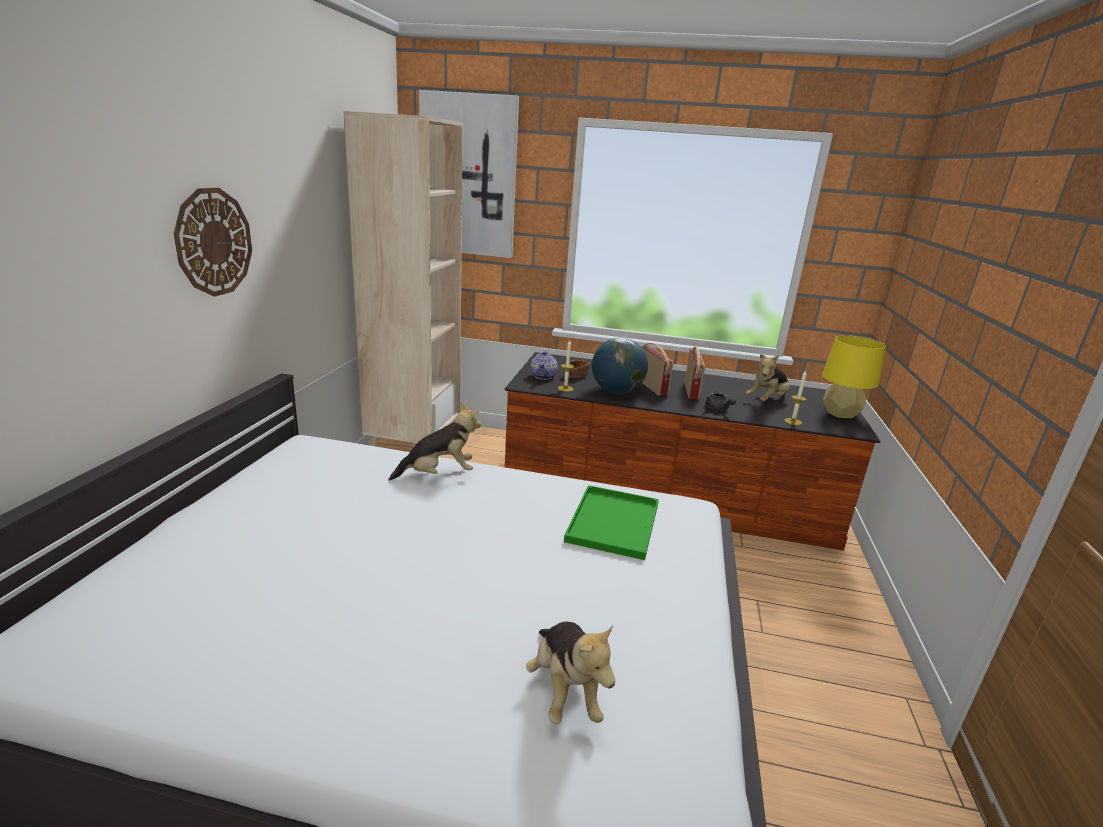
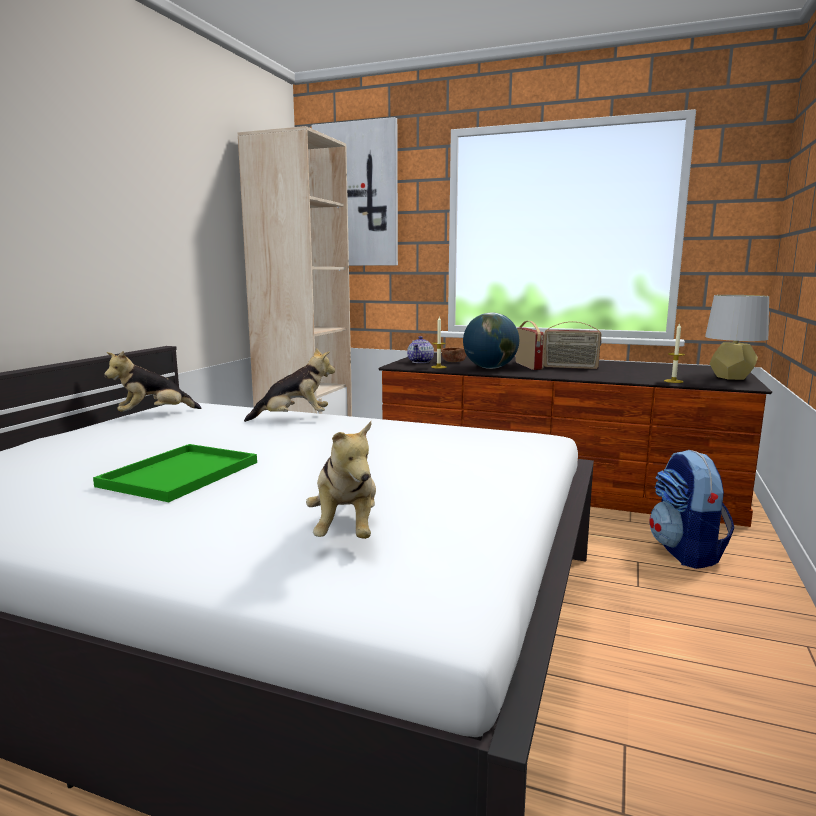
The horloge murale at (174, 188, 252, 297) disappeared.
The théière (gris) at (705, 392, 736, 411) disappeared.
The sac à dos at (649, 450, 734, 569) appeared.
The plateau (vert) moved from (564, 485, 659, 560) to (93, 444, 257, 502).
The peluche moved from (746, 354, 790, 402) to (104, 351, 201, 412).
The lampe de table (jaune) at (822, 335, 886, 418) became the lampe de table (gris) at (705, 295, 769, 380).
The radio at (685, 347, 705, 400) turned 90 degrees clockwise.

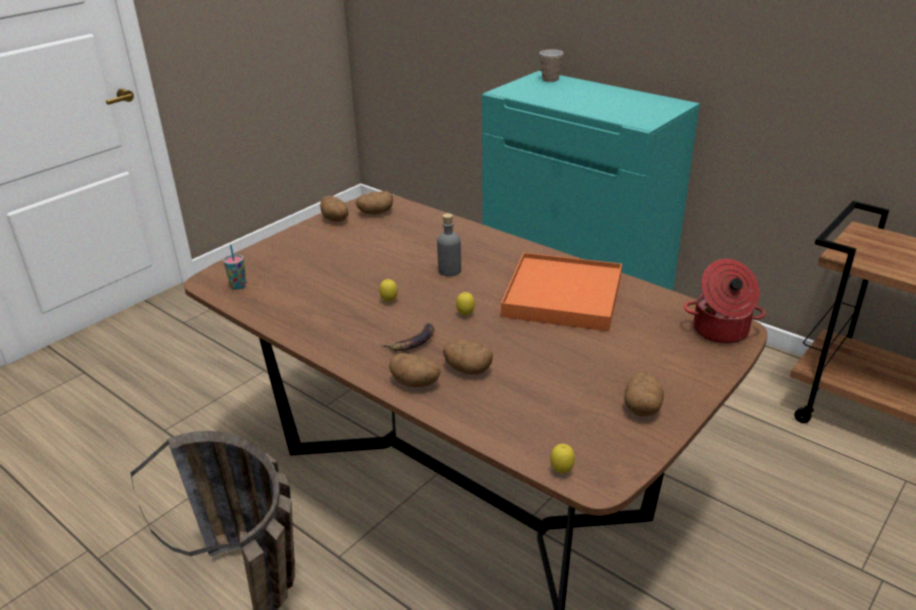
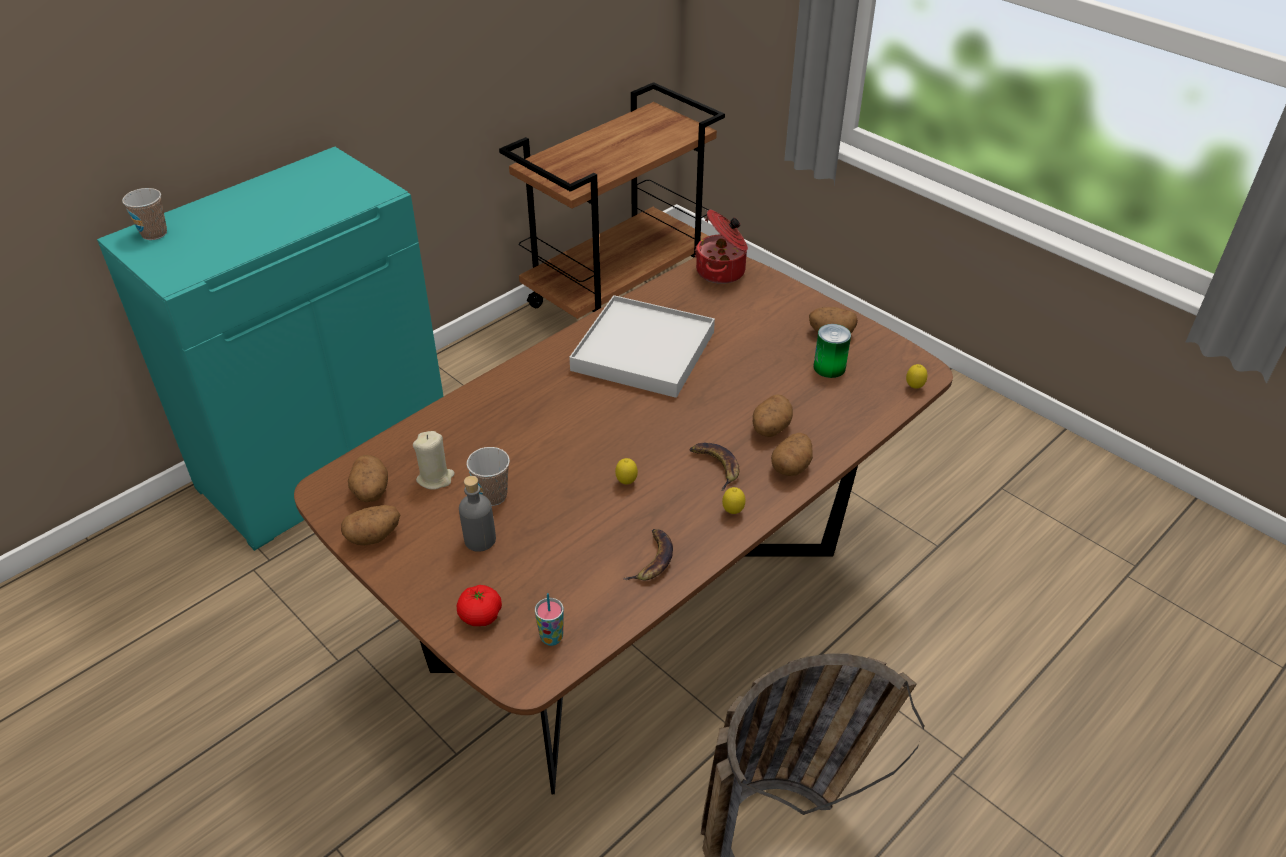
The bougie (beige) at (413, 431, 455, 490) appeared.
The tomate at (457, 585, 502, 626) appeared.
The tasse at (467, 447, 510, 506) appeared.
The banane at (623, 529, 673, 580) appeared.
The boîte métallique at (813, 324, 851, 378) appeared.
The bouteille (gris) moved from (437, 213, 461, 277) to (459, 476, 496, 552).
The citron moved from (456, 292, 475, 316) to (722, 487, 745, 514).
The plateau (orange) at (501, 253, 622, 331) became the plateau (blanc) at (569, 295, 715, 398).

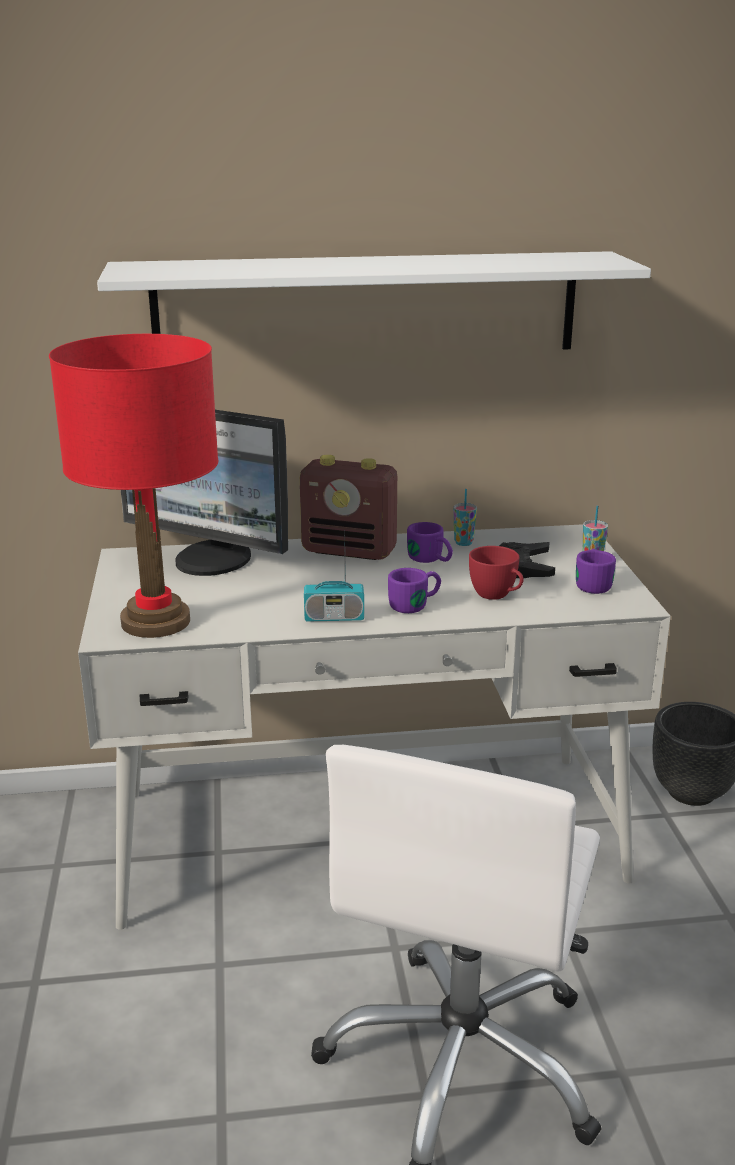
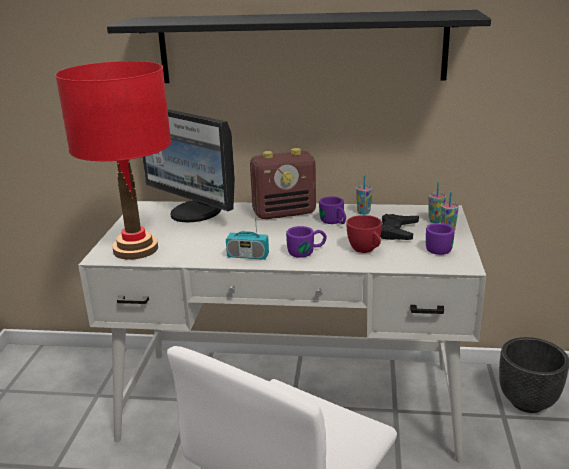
The tasse at (429, 182, 446, 223) appeared.
The étagère (blanc) at (97, 251, 651, 350) became the étagère (noir) at (107, 10, 491, 83).
The radio at (300, 455, 397, 560) turned 45 degrees counterclockwise.

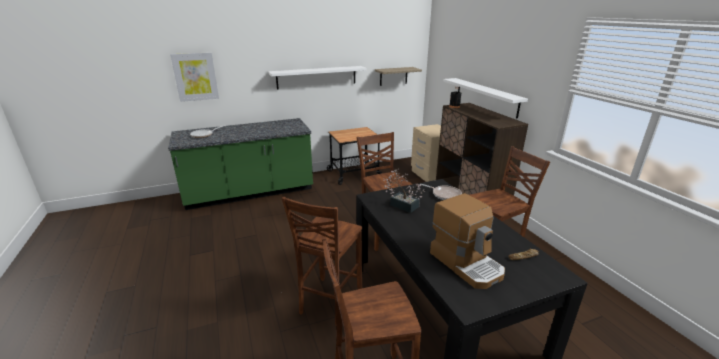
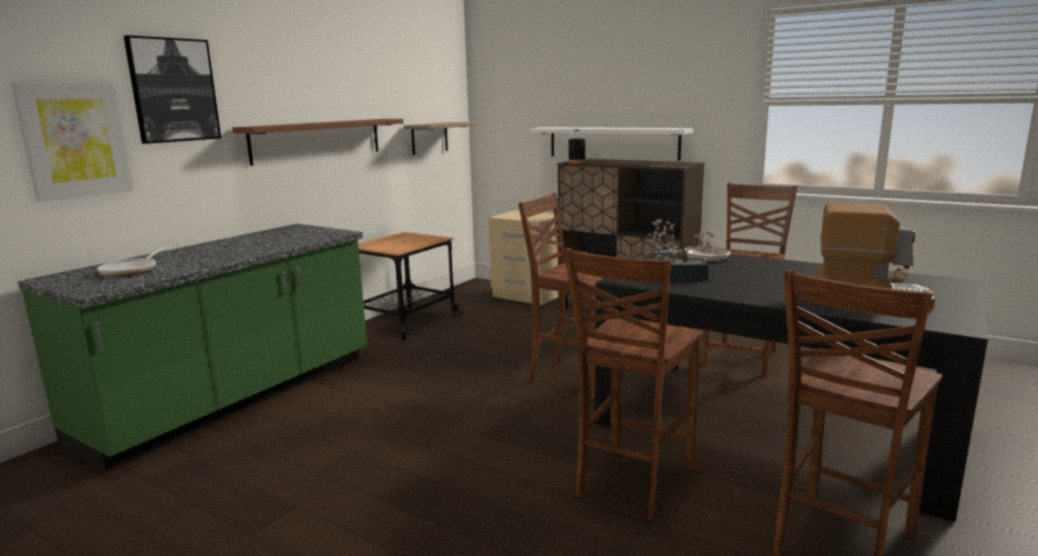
The tableau at (124, 35, 221, 144) appeared.
The étagère (blanc) at (268, 66, 366, 89) became the étagère (marron) at (232, 119, 403, 166).
The chaise (marron) at (282, 197, 362, 326) turned 45 degrees clockwise.

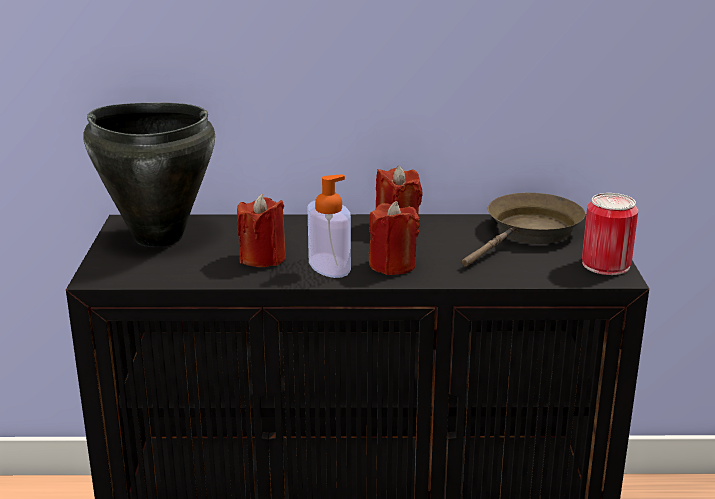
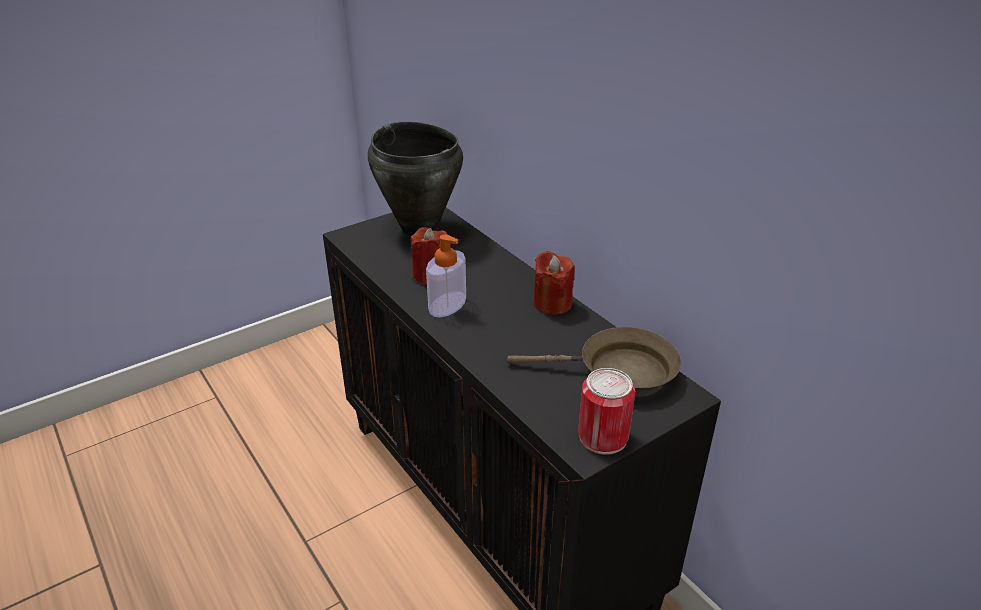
The bougie (rouge) at (369, 201, 420, 275) disappeared.

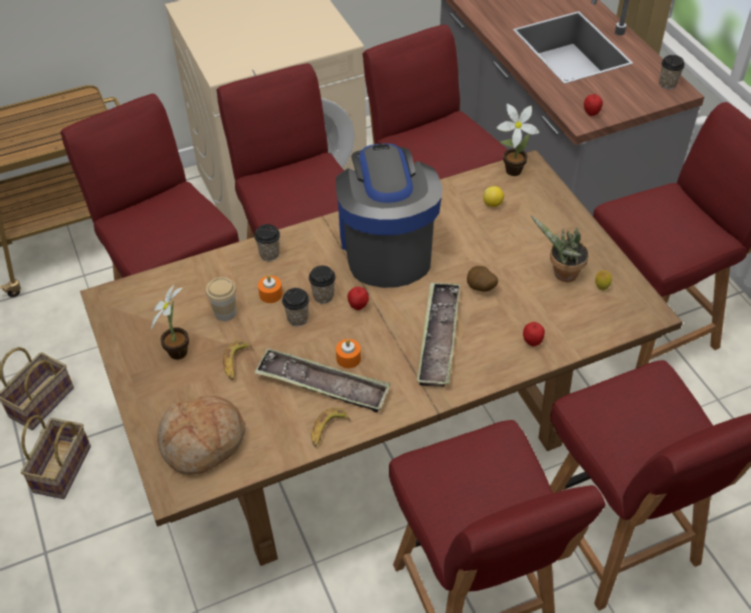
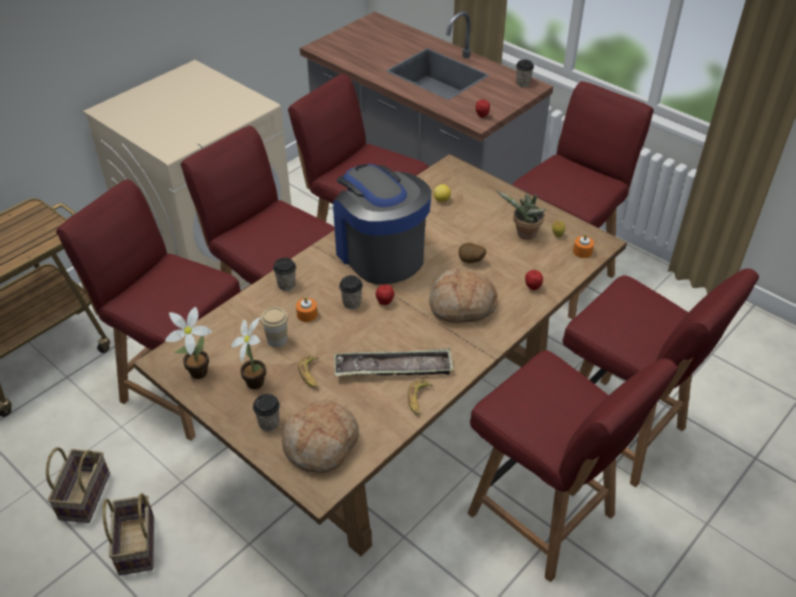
The tasse moved from (282, 288, 310, 326) to (253, 394, 280, 431).
The bougie (orange) moved from (336, 339, 361, 368) to (573, 234, 594, 258).
The plante en pot moved from (496, 104, 539, 176) to (165, 307, 212, 379).
The plateau at (417, 282, 460, 387) was replaced by the pain at (429, 268, 498, 323).

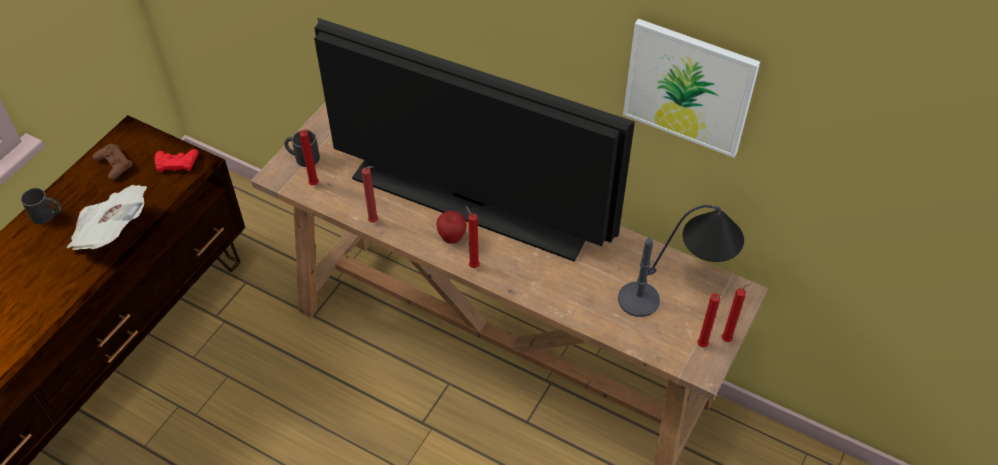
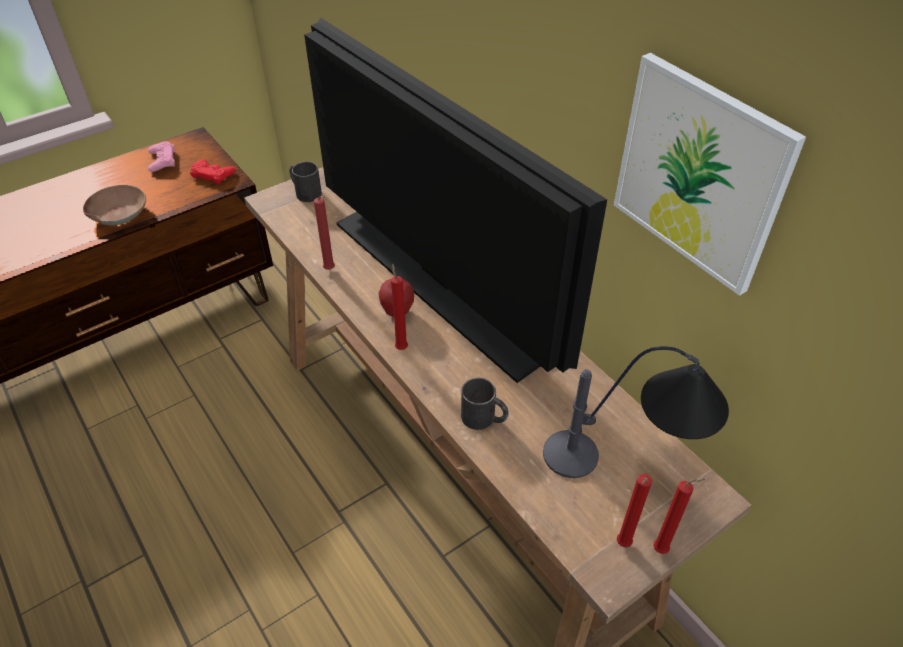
The bougie (rouge) at (299, 129, 319, 186) disappeared.
The mug (noir) moved from (21, 188, 61, 224) to (461, 378, 508, 430).
The journal at (67, 185, 147, 250) was replaced by the bol (marron) at (83, 185, 146, 225).
The manette (marron) at (93, 144, 133, 180) became the manette (rose) at (148, 141, 175, 172).

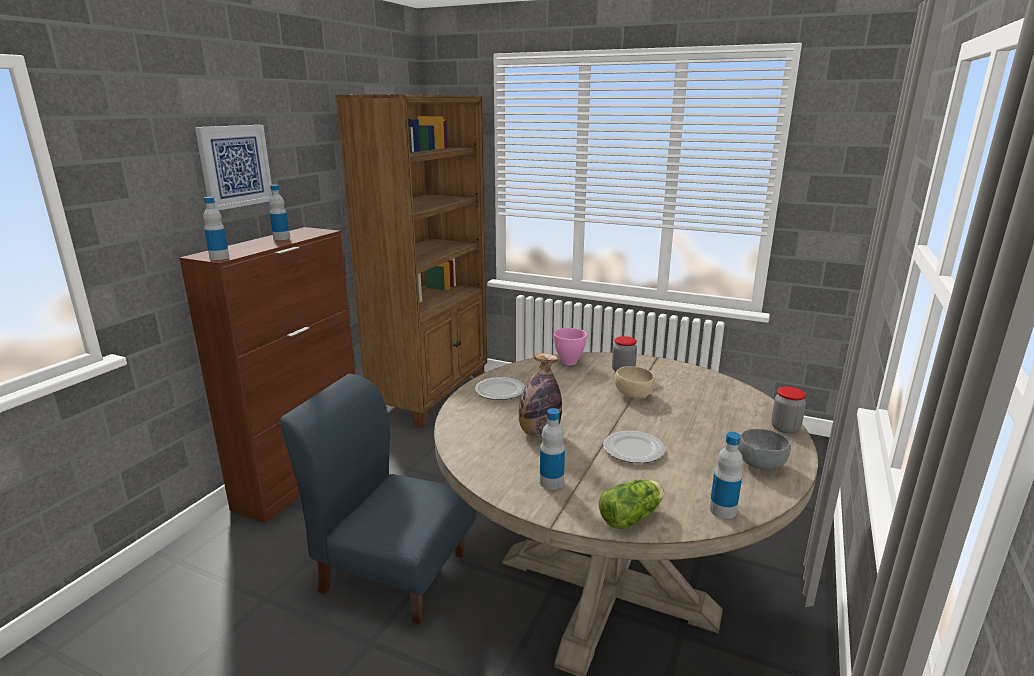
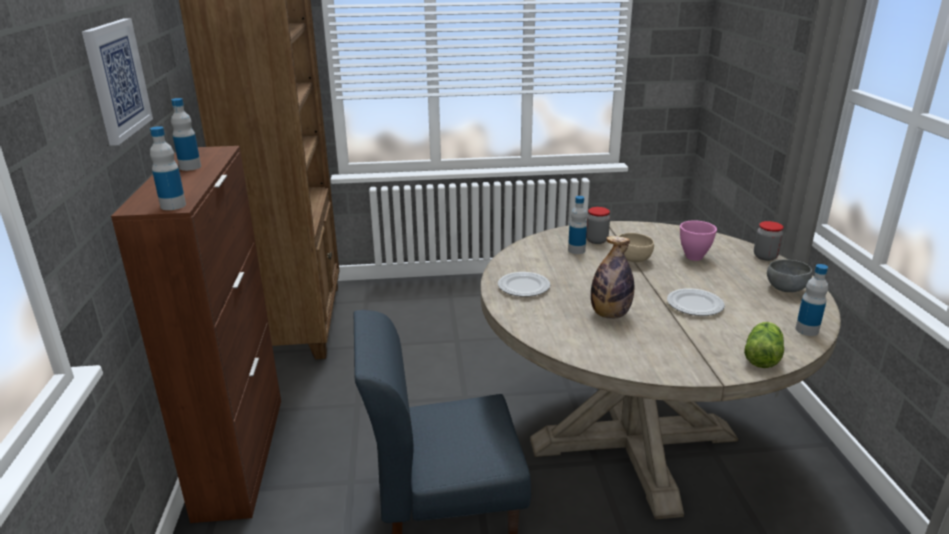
The bouteille moved from (540, 408, 565, 490) to (568, 196, 587, 254).
The bol (rose) moved from (553, 328, 587, 365) to (680, 221, 717, 261).

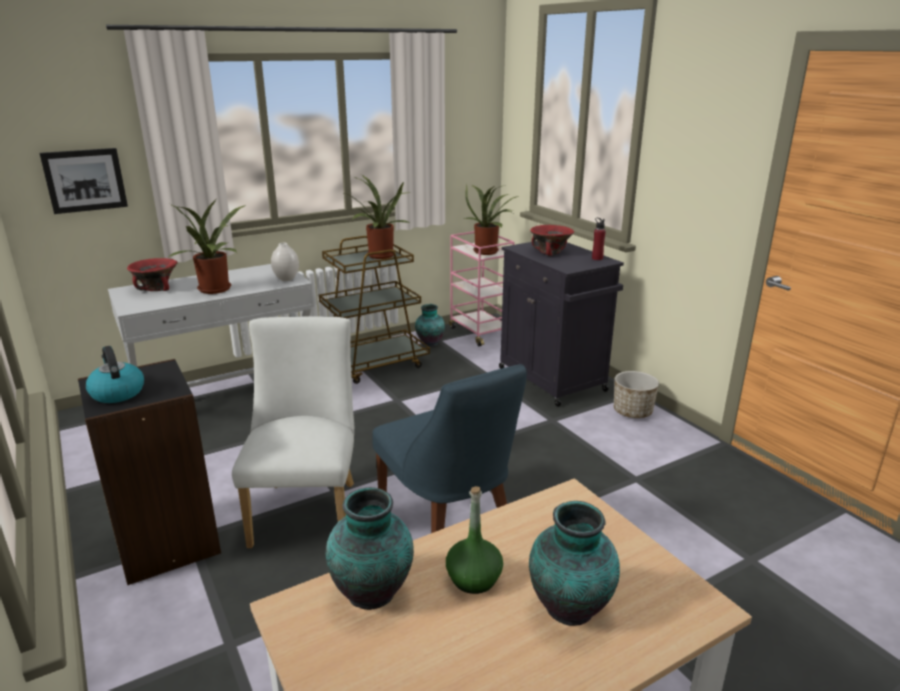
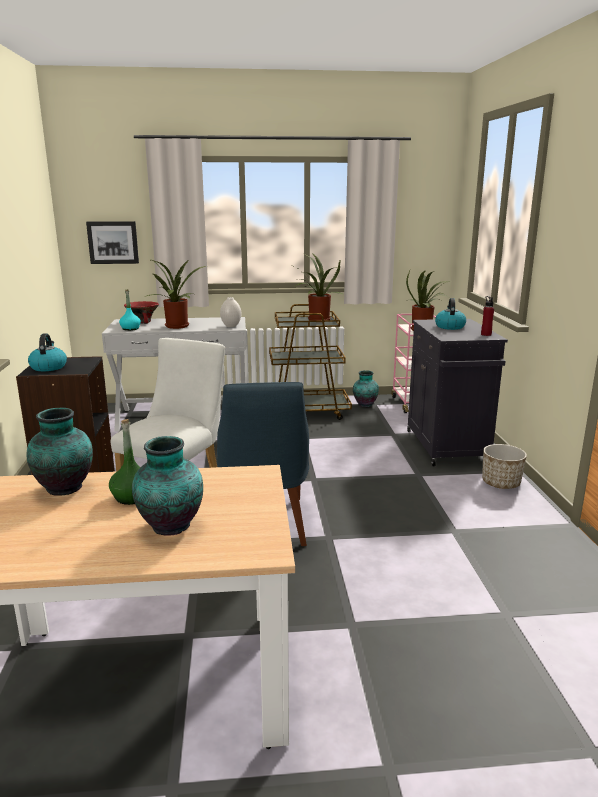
The bouteille (turquoise) at (119, 289, 141, 331) appeared.
The bol (rouge) at (530, 225, 574, 256) was replaced by the bouilloire at (435, 298, 466, 330).

